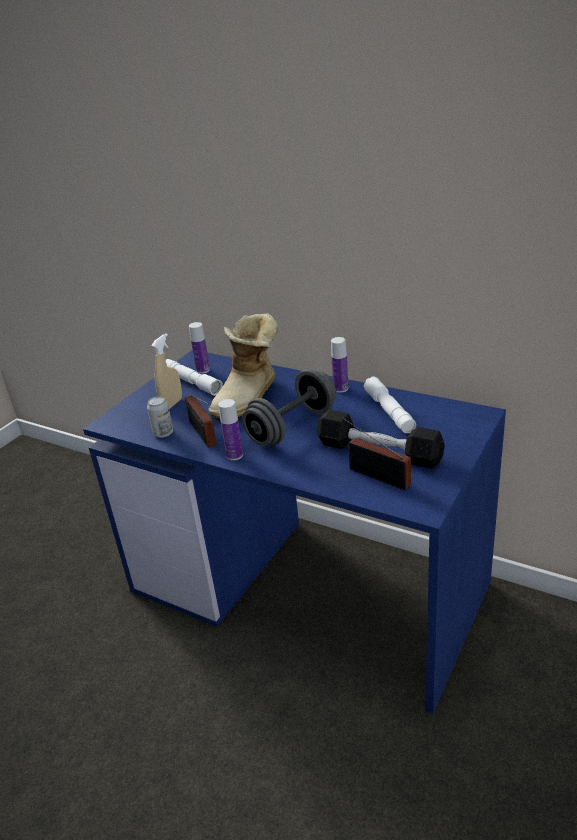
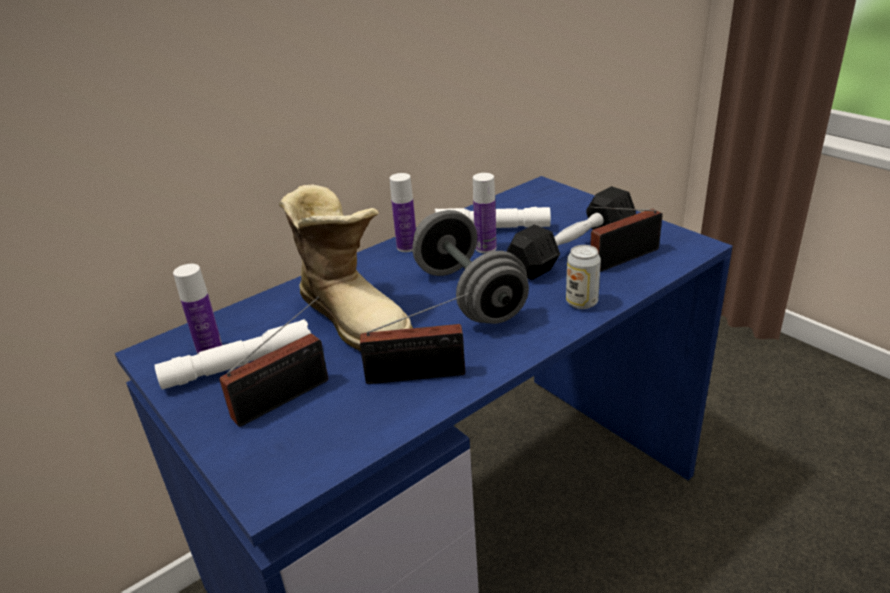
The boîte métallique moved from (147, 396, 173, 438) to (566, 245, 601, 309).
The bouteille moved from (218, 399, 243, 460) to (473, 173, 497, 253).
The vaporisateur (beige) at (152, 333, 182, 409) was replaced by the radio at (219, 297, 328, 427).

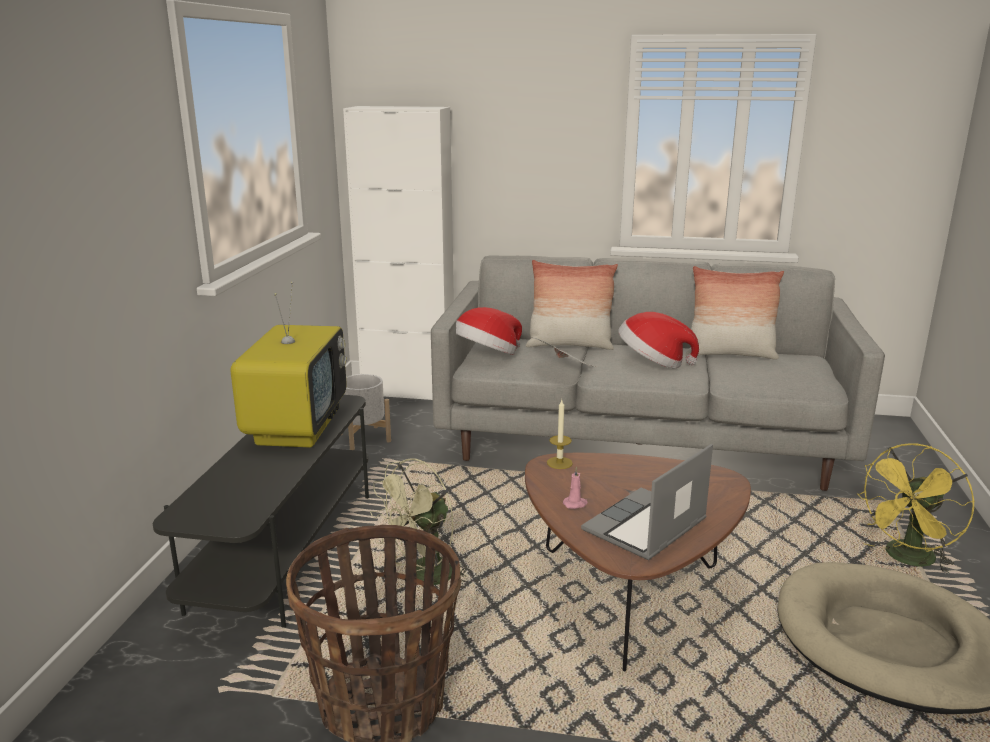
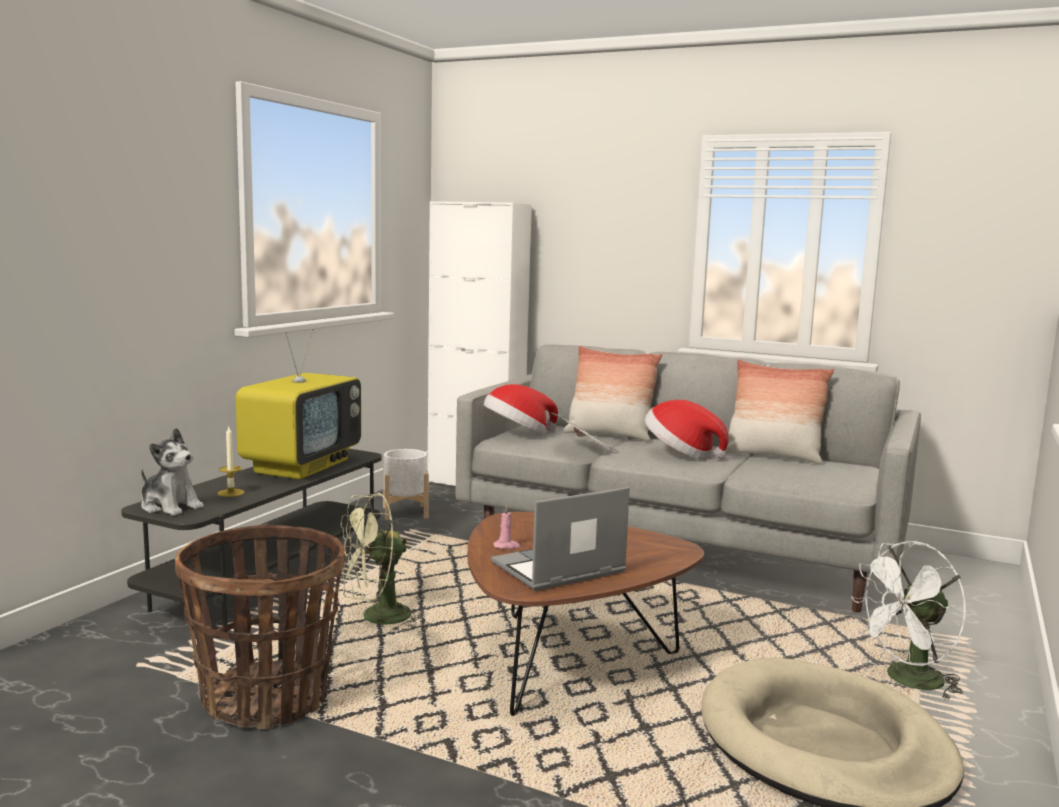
The peluche at (141, 428, 204, 516) appeared.
The bougie moved from (547, 400, 573, 469) to (218, 427, 244, 497).
The ventilateur (jaune) at (857, 443, 975, 574) became the ventilateur (blanc) at (851, 541, 966, 701).

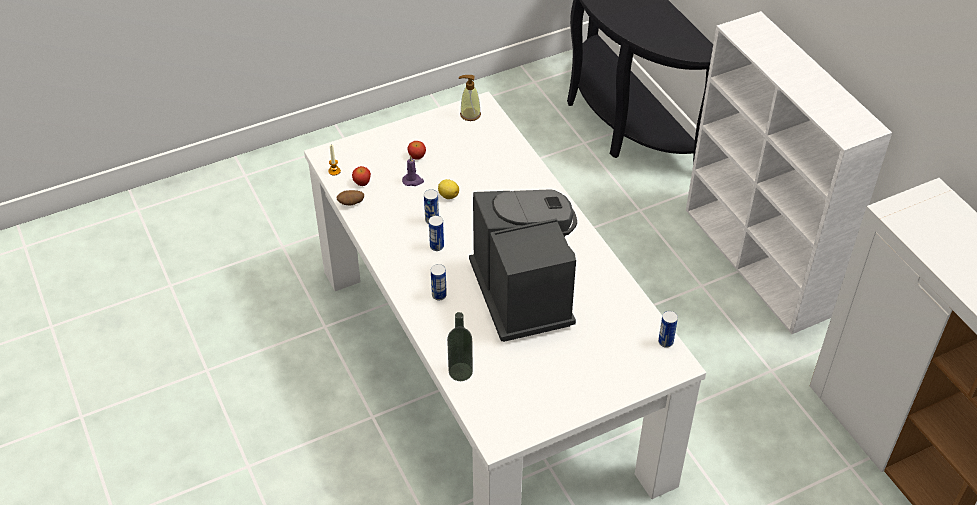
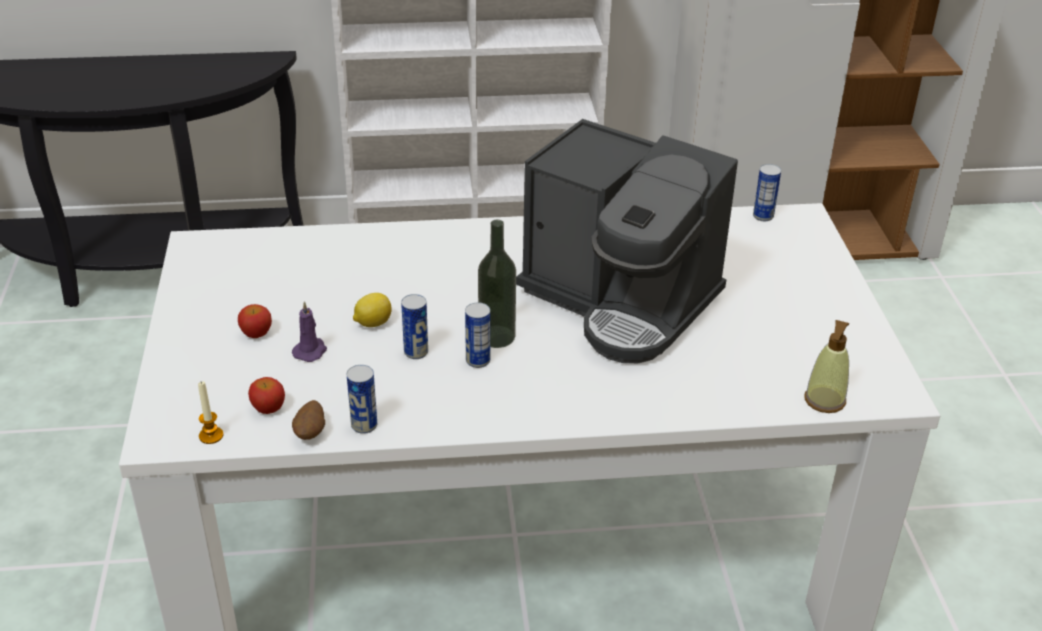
The boîte métallique moved from (431, 264, 447, 300) to (347, 365, 377, 434).
The bouteille moved from (447, 312, 473, 381) to (478, 220, 516, 348).
The distributeur de savon moved from (459, 75, 481, 121) to (804, 320, 849, 413).
The machine à café at (469, 189, 577, 342) turned 150 degrees counterclockwise.

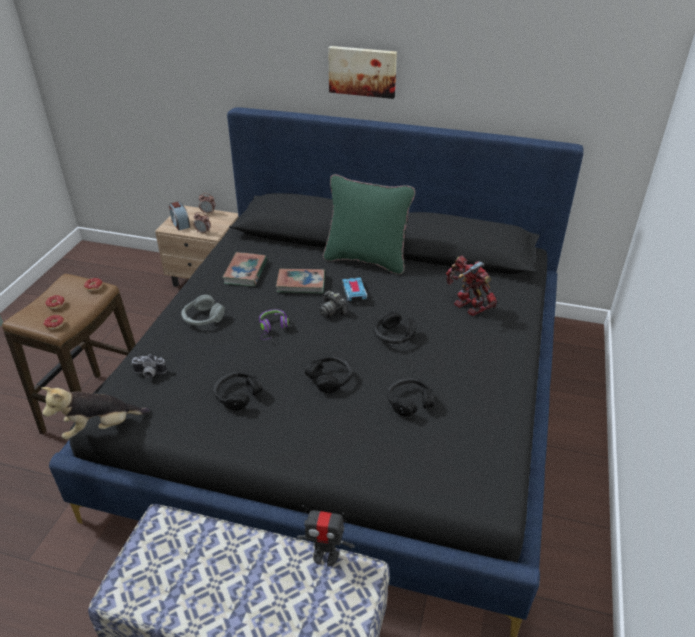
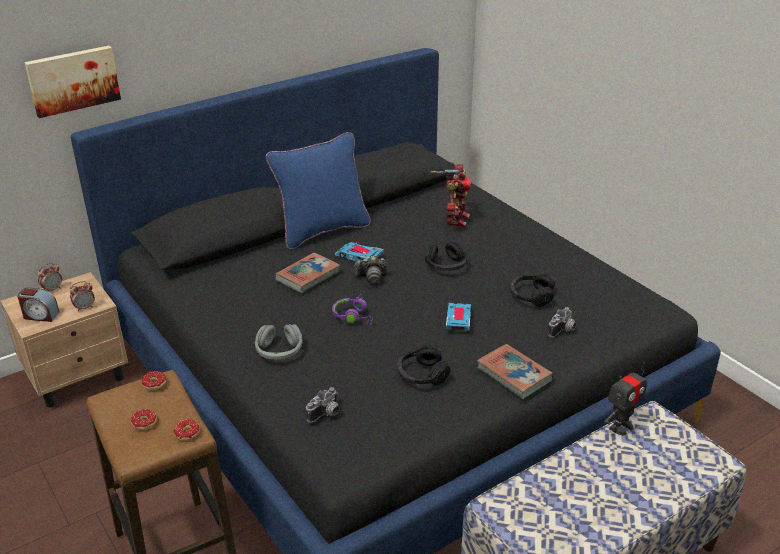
The peluche at (41, 387, 150, 440) disappeared.
The appareil photo at (548, 307, 576, 338) appeared.
The livre moved from (222, 252, 267, 286) to (477, 344, 554, 399).
The tableau moved from (328, 46, 397, 99) to (24, 46, 121, 118).
The casque audio (noir) at (305, 357, 353, 393) was replaced by the petite voiture at (446, 303, 471, 331).
The coussin (vert) at (323, 174, 415, 275) became the coussin (bleu) at (266, 132, 371, 250).
The robot jouet at (446, 256, 497, 316) turned 105 degrees clockwise.

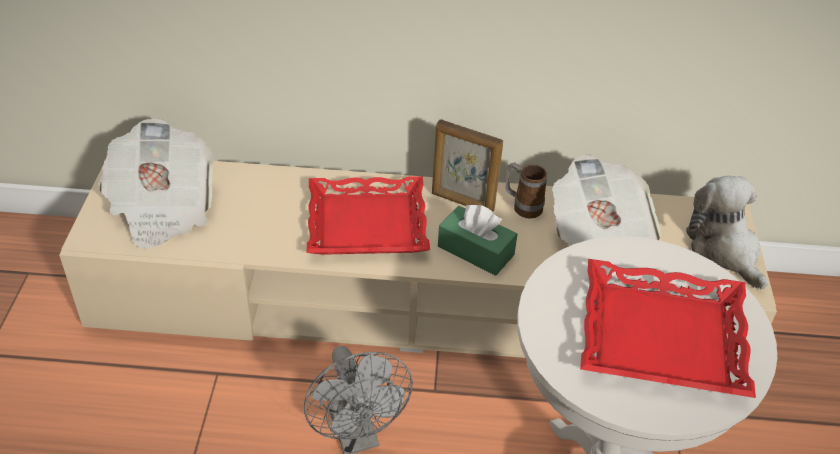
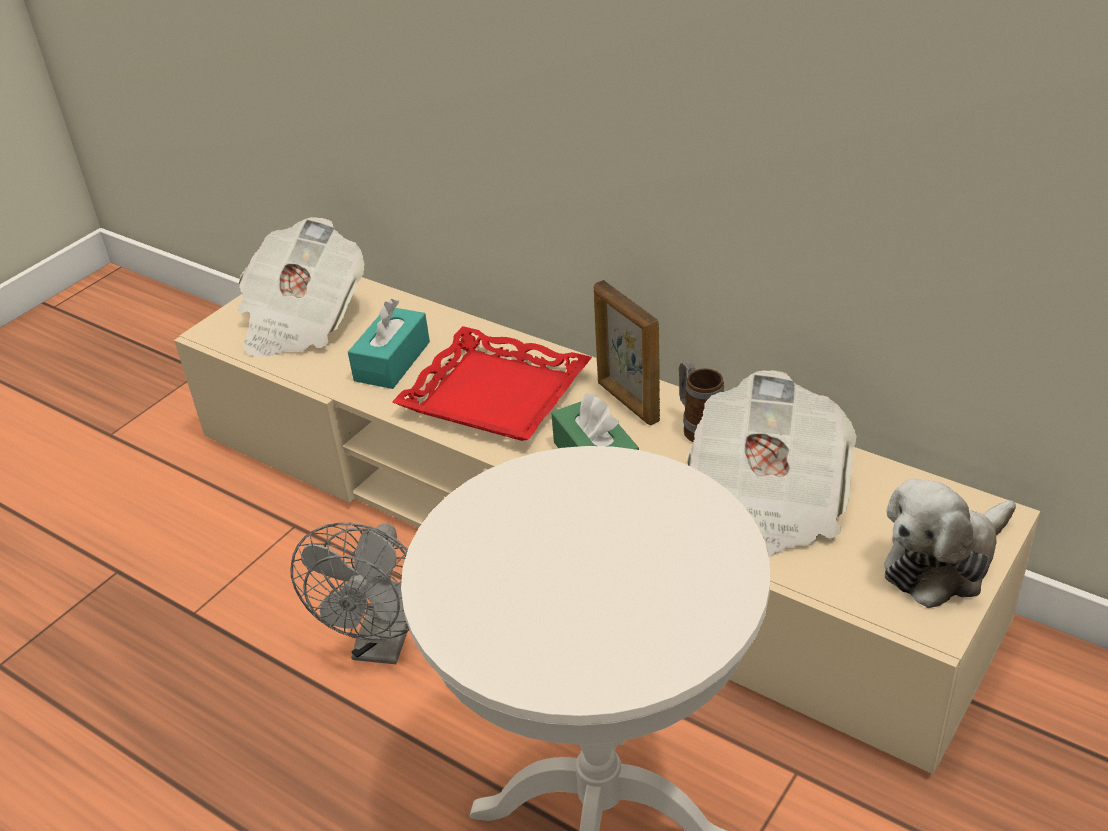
The plateau (rouge) at (580, 259, 756, 398) disappeared.
The boîte à mouchoirs (turquoise) at (348, 299, 430, 389) appeared.
The peluche at (686, 176, 768, 289) turned 135 degrees counterclockwise.

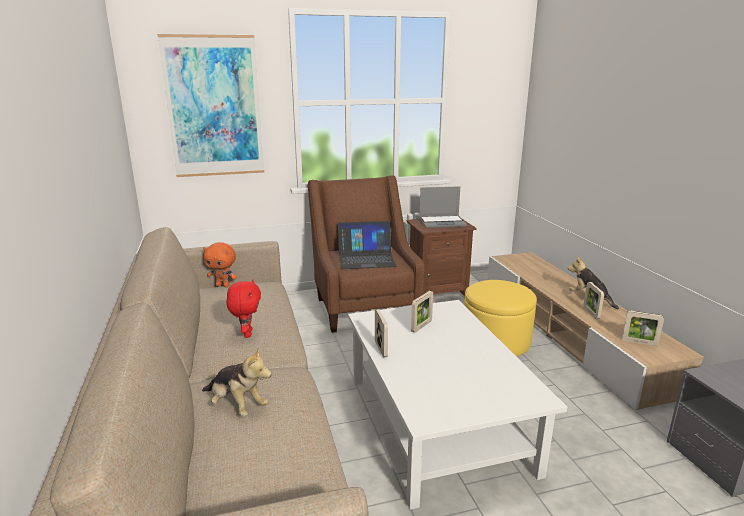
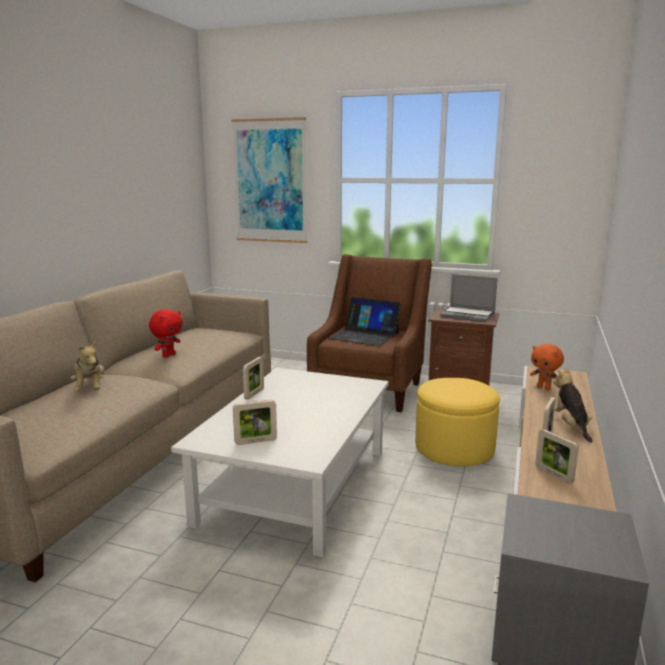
The peluche (orange) moved from (203, 242, 237, 287) to (530, 344, 564, 390).
The cadre photo moved from (411, 291, 433, 333) to (233, 400, 277, 445).

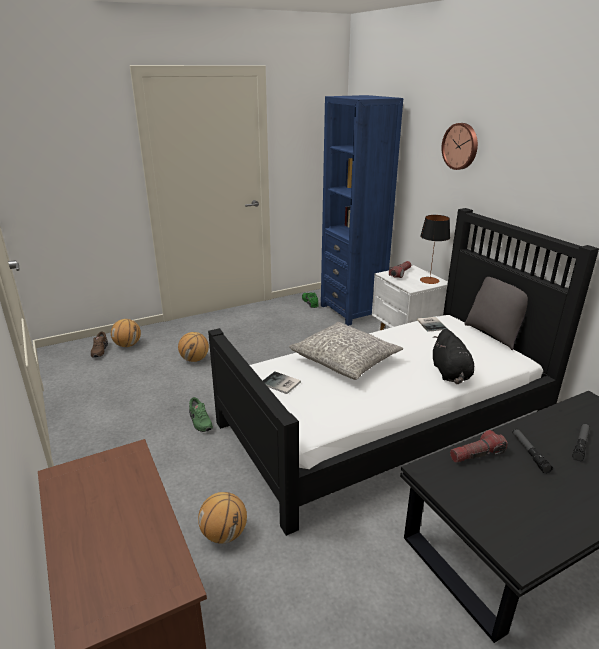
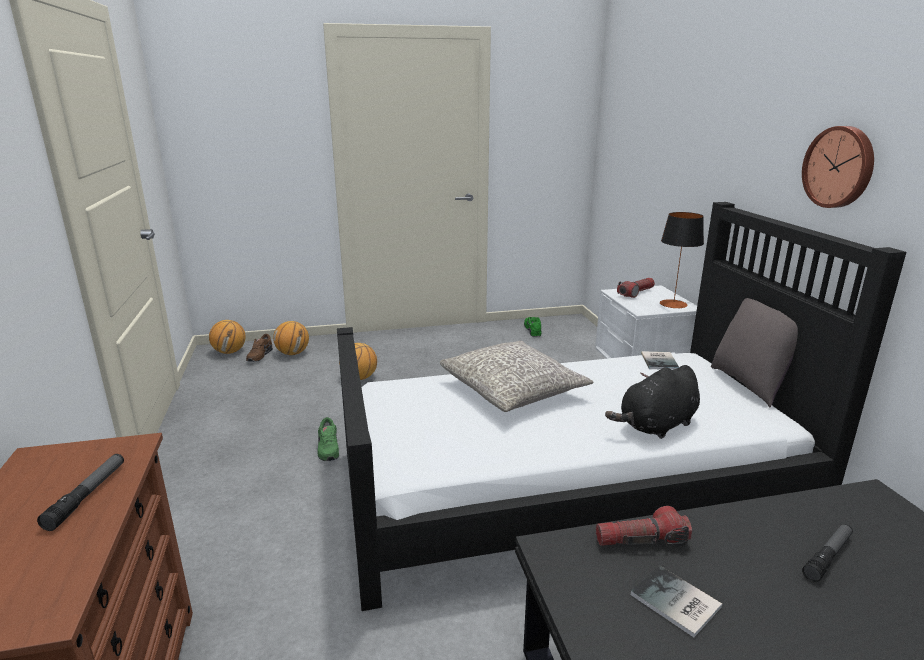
The bibliothèque (bleu) at (321, 95, 403, 326) disappeared.
The ballon de basket moved from (198, 492, 247, 544) to (209, 320, 246, 354).
The livre moved from (263, 371, 301, 394) to (631, 565, 722, 637).
The horloge murale moved from (442, 123, 478, 170) to (802, 126, 874, 208).
The lampe de poche moved from (512, 428, 553, 474) to (37, 454, 124, 531).
The peluche (noir) at (432, 328, 474, 384) turned 45 degrees clockwise.

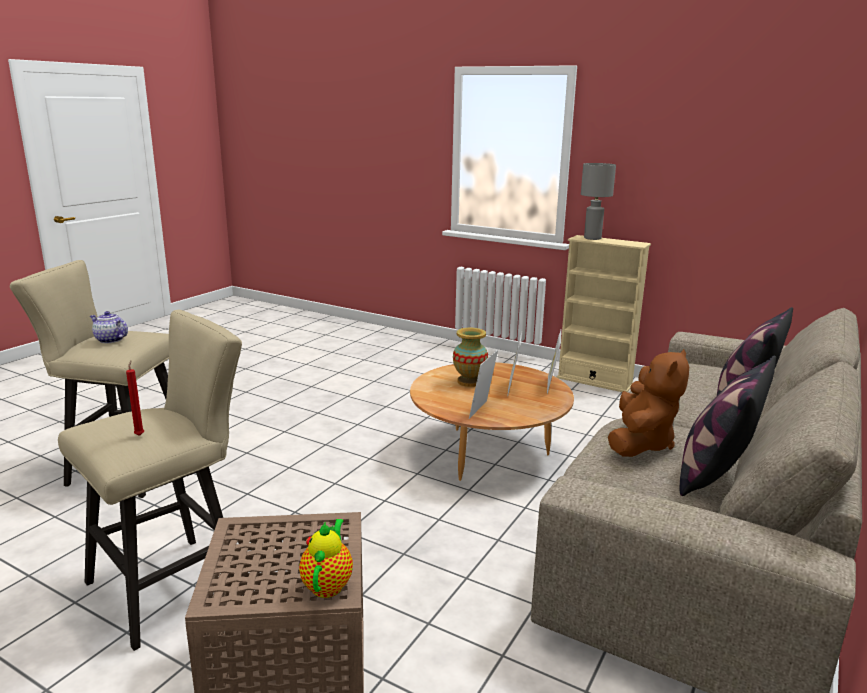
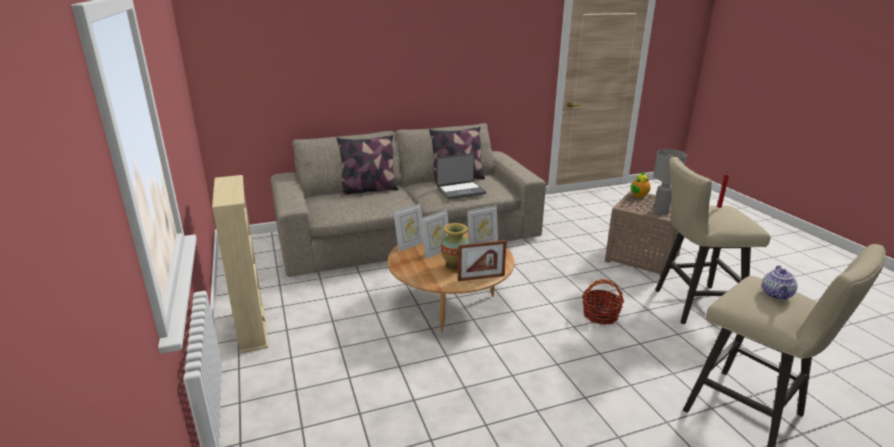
The cadre photo at (458, 240, 507, 281) appeared.
The panier at (582, 279, 624, 325) appeared.
The lampe de table (gris) moved from (581, 163, 616, 240) to (653, 149, 687, 215).
The peluche (marron) at (608, 349, 689, 457) was replaced by the ordinateur portable at (436, 153, 486, 199).
The théière at (90, 311, 128, 343) turned 45 degrees clockwise.

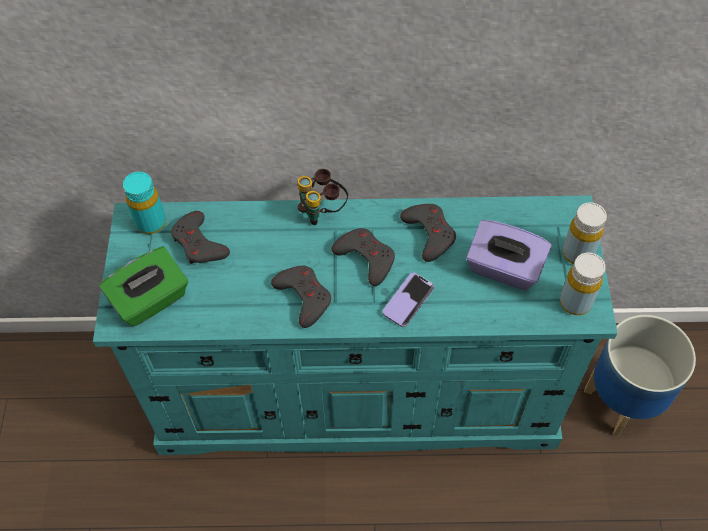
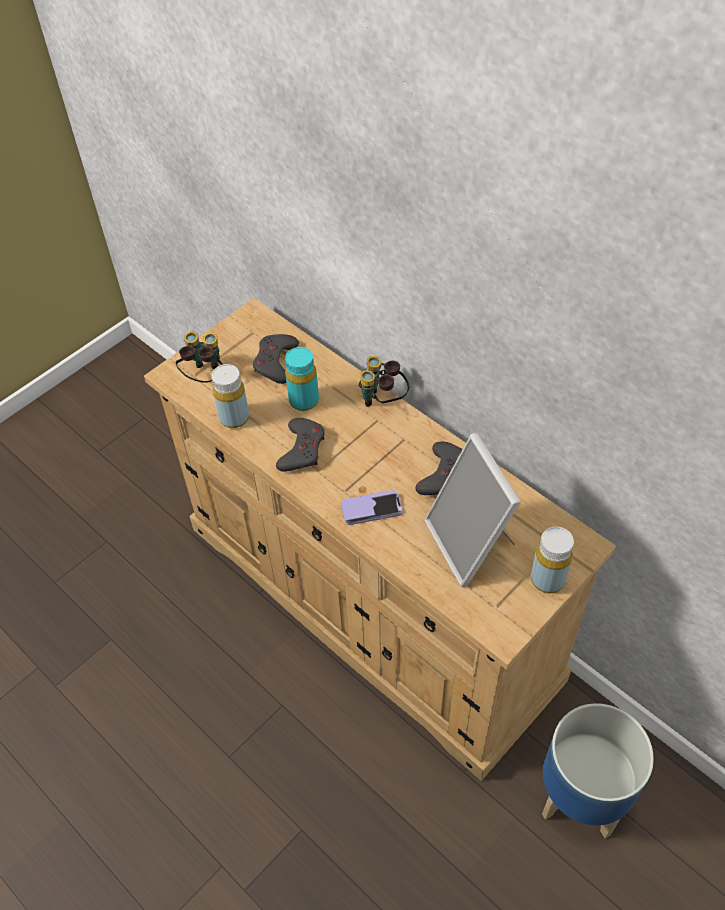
The manette (gris) at (331, 228, 395, 286) disappeared.
The bouteille (turquoise) moved from (123, 172, 166, 234) to (285, 347, 319, 411).
The bouteille (jaune) moved from (560, 252, 606, 315) to (211, 364, 249, 428).
The boîte à mouchoirs (vert) at (99, 246, 188, 327) was replaced by the jumelles at (176, 331, 222, 383).
The boîte à mouchoirs (violet) at (466, 220, 551, 290) was replaced by the cadre photo at (425, 433, 521, 587).
The commode (turquoise) at (93, 195, 618, 455) became the commode (beige) at (144, 298, 616, 781).

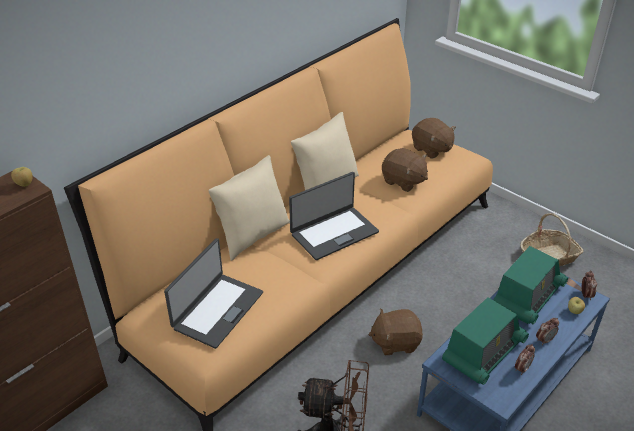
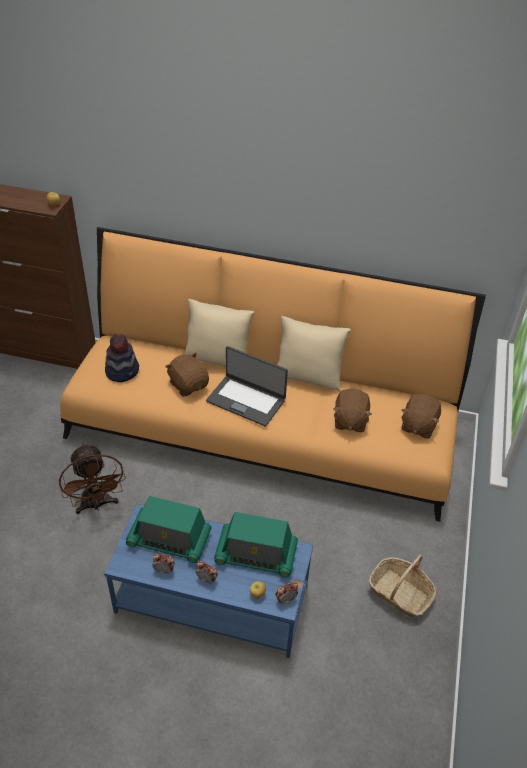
The peluche (marron) moved from (368, 308, 423, 355) to (165, 353, 209, 396).
The ordinateur portable at (164, 238, 263, 349) was replaced by the chapeau at (105, 333, 139, 382).

